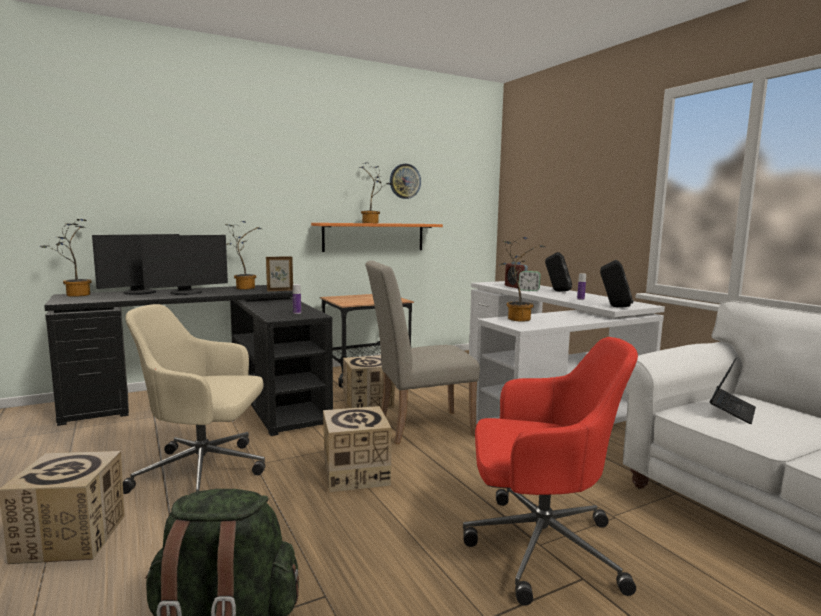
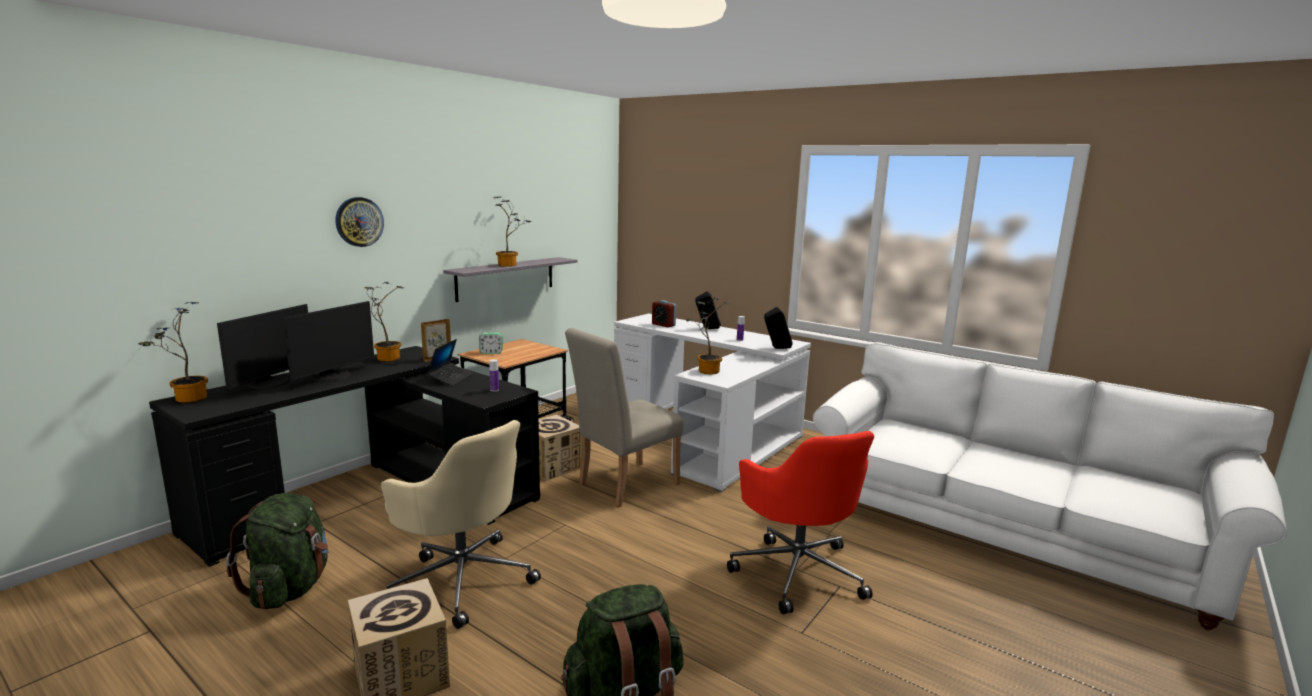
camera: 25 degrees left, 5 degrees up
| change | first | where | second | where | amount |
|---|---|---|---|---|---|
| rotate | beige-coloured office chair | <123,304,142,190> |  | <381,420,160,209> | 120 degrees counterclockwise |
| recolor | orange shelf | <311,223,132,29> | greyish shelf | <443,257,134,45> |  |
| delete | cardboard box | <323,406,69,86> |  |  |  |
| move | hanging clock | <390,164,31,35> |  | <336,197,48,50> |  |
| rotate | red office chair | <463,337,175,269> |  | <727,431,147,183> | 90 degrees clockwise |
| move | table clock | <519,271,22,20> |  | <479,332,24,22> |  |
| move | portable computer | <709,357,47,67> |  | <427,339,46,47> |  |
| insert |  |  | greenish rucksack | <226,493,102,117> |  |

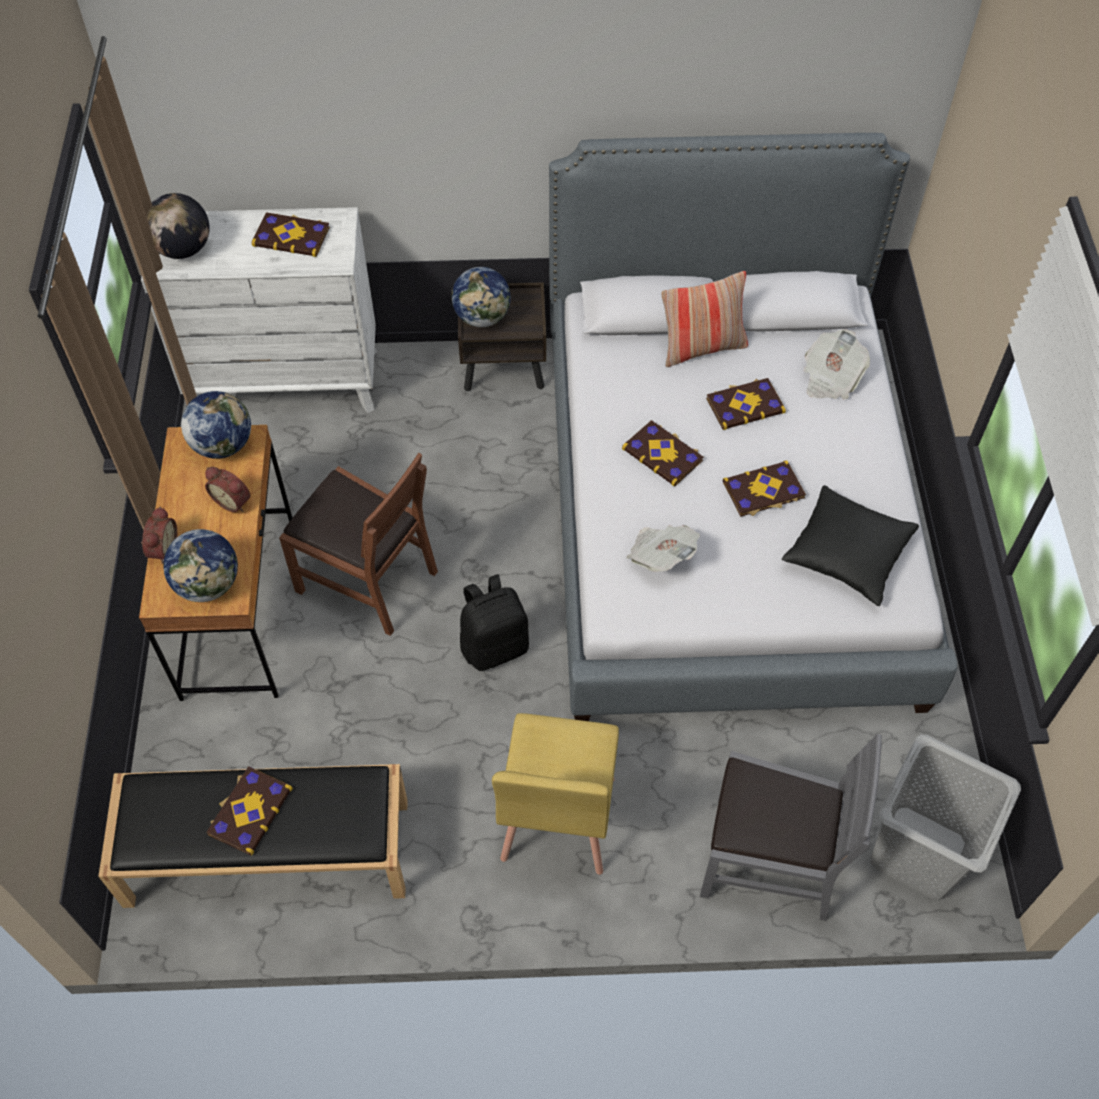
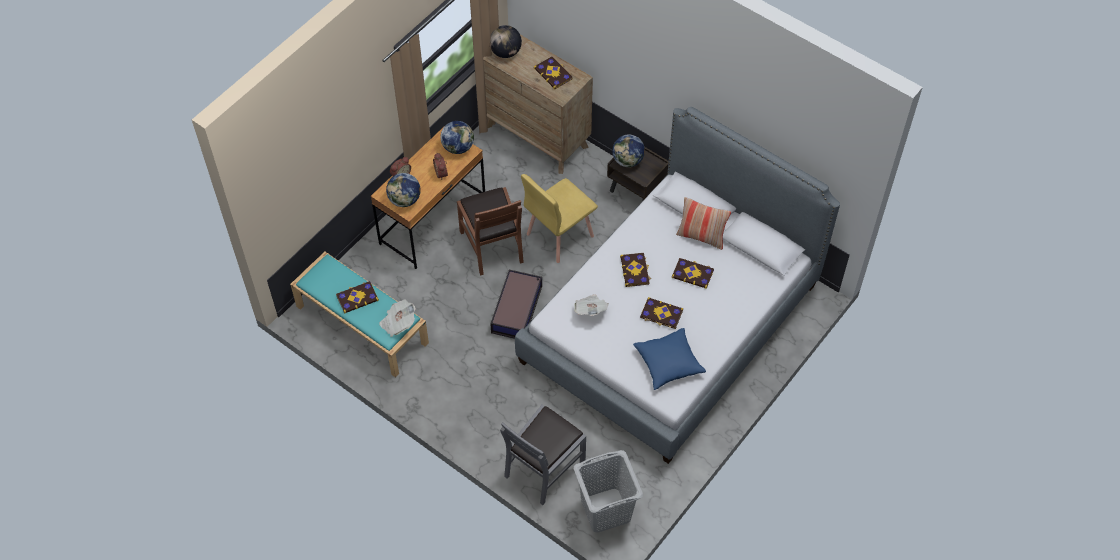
camera: 40 degrees right, 0 degrees up
| change | first | where | second | where | amount |
|---|---|---|---|---|---|
| recolor | black long seat | <98,764,310,144> | turquoise long seat | <290,252,139,126> |  |
| recolor | white drawer chest | <141,207,236,206> | brownish drawer chest | <483,35,110,139> |  |
| replace | black rucksack | <460,574,69,97> | storage container | <490,269,52,70> |  |
| move | yellow-coloured upright chair | <492,713,127,162> |  | <521,174,77,89> |  |
| rotate | greyish upright chair | <700,734,182,187> |  | <500,405,86,100> | 75 degrees clockwise |
| recolor | black throw pillow | <782,485,137,121> | blue throw pillow | <633,328,73,62> |  |
| move | printed paper | <804,329,66,70> |  | <380,299,36,38> |  |

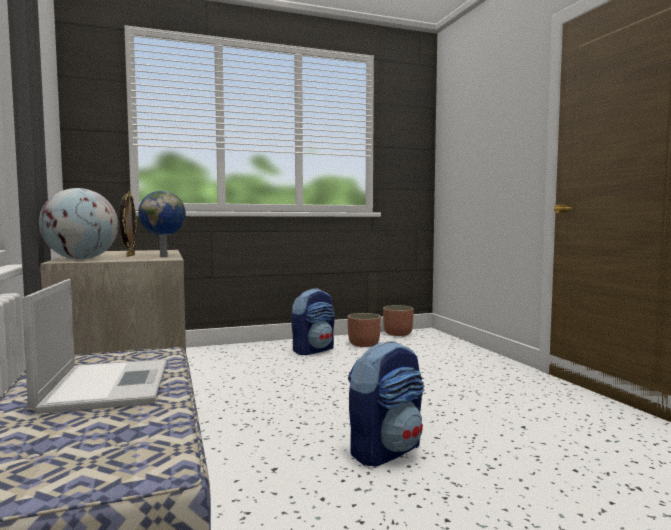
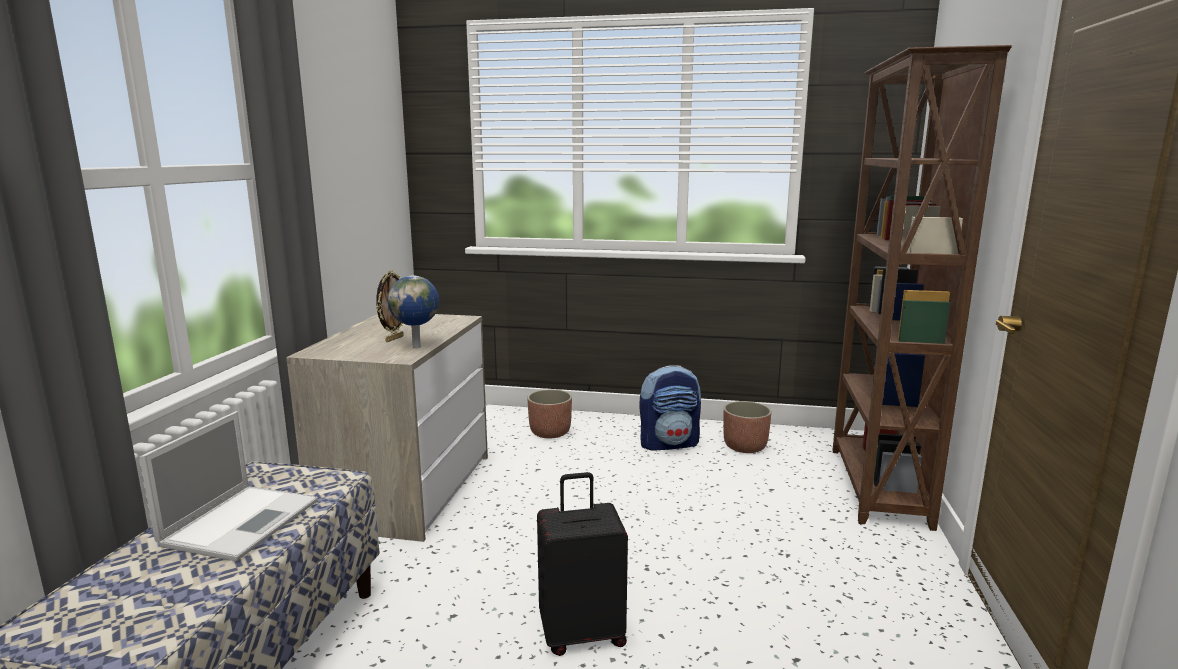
camera: 30 degrees right, 10 degrees up
| change | first | where | second | where | amount |
|---|---|---|---|---|---|
| delete | world globe | <39,188,79,72> |  |  |  |
| replace | rucksack | <348,341,77,125> | black suitcase | <537,472,91,184> |  |
| move | flower pot | <383,305,31,31> |  | <527,389,45,50> |  |
| insert |  |  | brownish shelving unit | <832,45,180,486> |  |

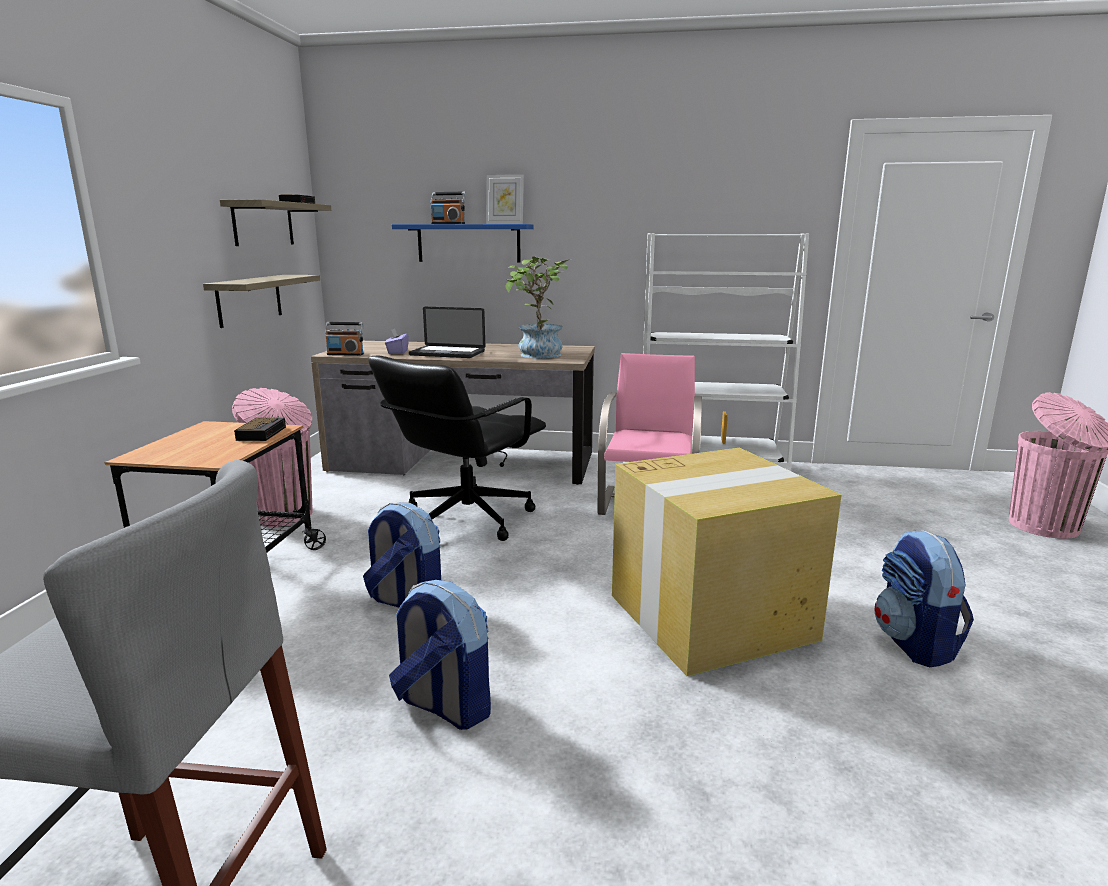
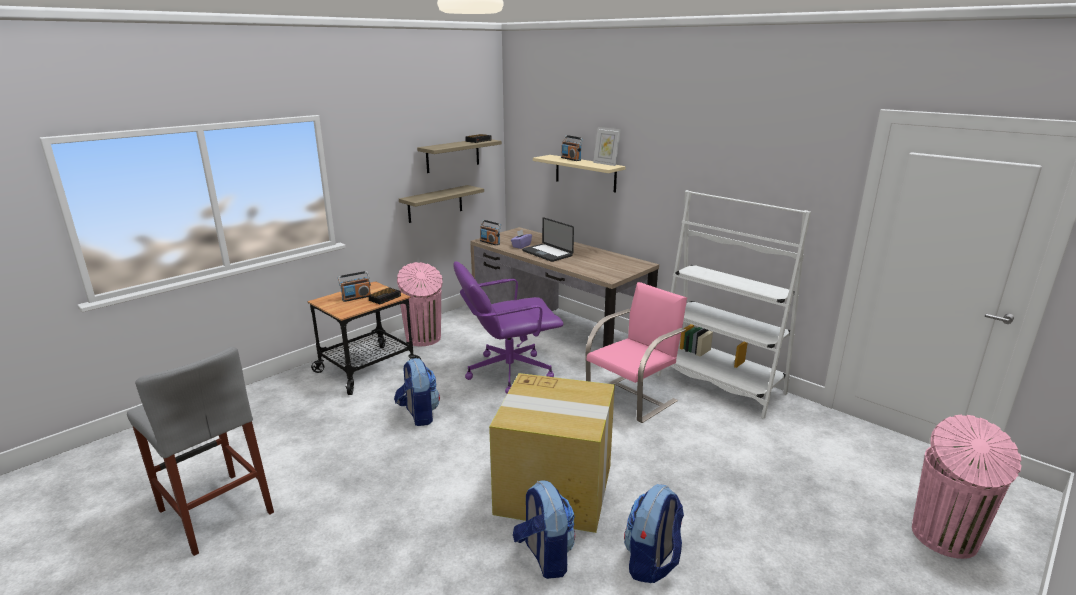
camera: 35 degrees right, 5 degrees up
| change | first | where | second | where | amount |
|---|---|---|---|---|---|
| recolor | black office chair | <368,356,178,185> | purple office chair | <453,261,110,133> |  |
| move | rucksack | <389,580,102,150> |  | <513,480,62,99> |  |
| recolor | blue shelf | <392,224,142,38> | beige-coloured shelf | <533,155,93,38> |  |
| delete | plant in a pot | <505,256,67,103> |  |  |  |
| insert |  |  | radio set | <338,271,33,31> |  |

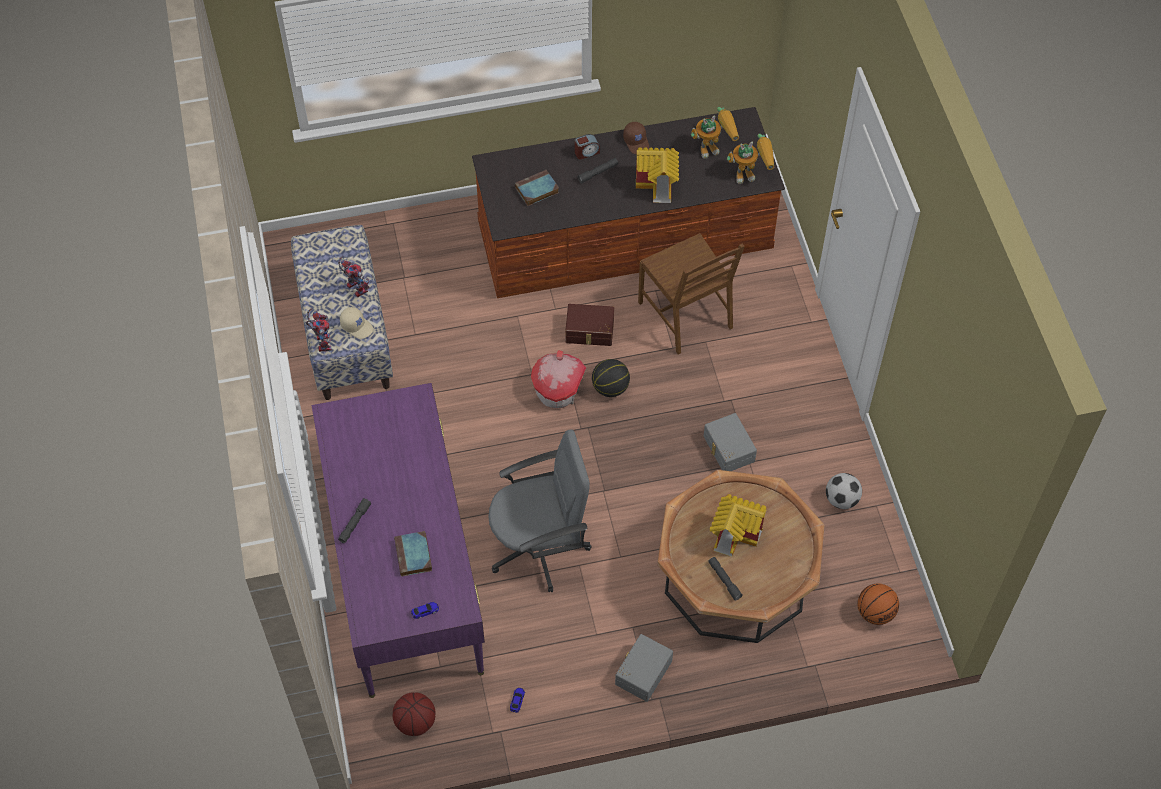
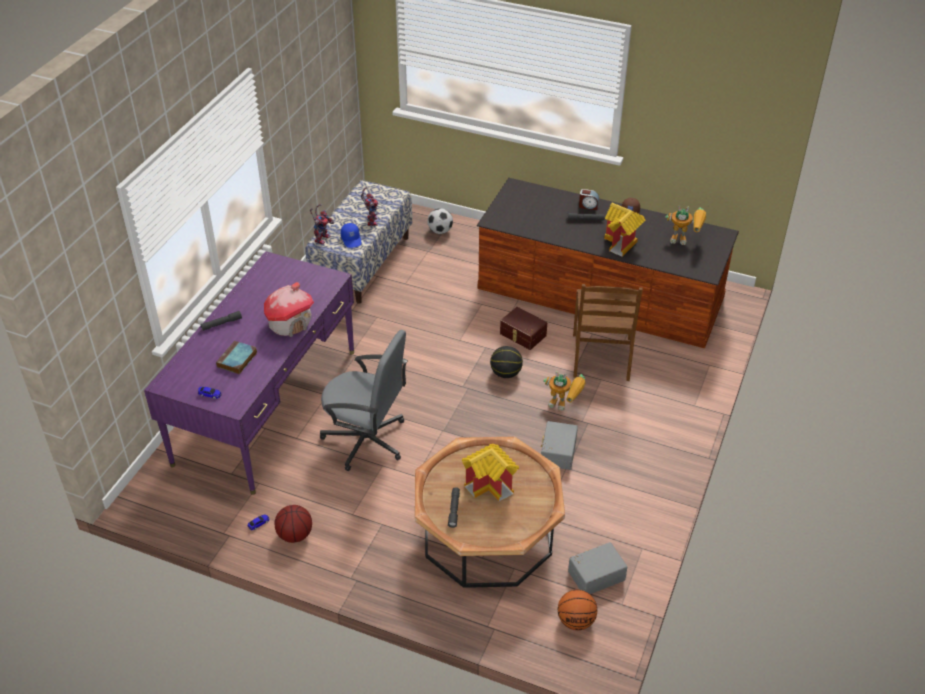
camera: 35 degrees right, 15 degrees down
| change | first | where | second | where | amount |
|---|---|---|---|---|---|
| recolor | beige-coloured peaked cap | <340,307,33,32> | blue peaked cap | <341,223,20,25> |  |
| move | basketball ball | <393,692,42,44> |  | <275,505,37,38> |  |
| delete | book | <515,170,44,36> |  |  |  |
| move | toy house | <531,350,55,58> |  | <264,282,50,55> |  |
| move | greyish storage container | <615,634,58,68> |  | <568,542,59,52> |  |
| move | robot figure | <727,134,47,50> |  | <543,371,43,40> |  |
| move | ball for football | <826,473,36,36> |  | <427,208,26,26> |  |

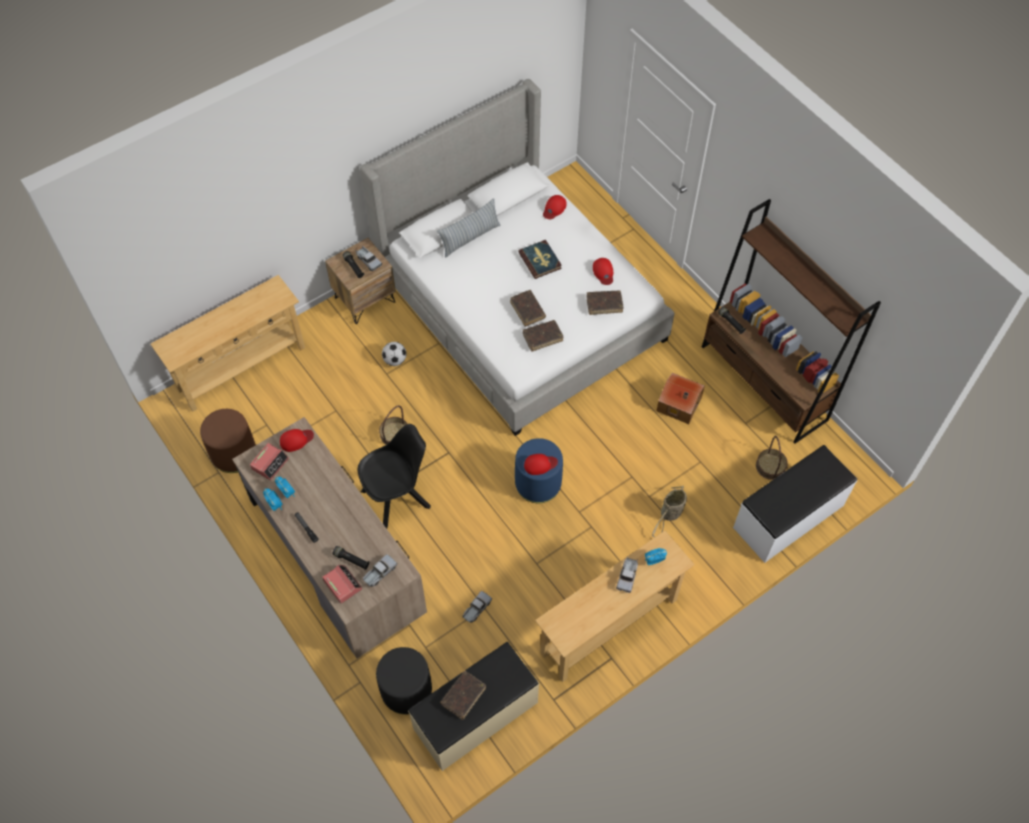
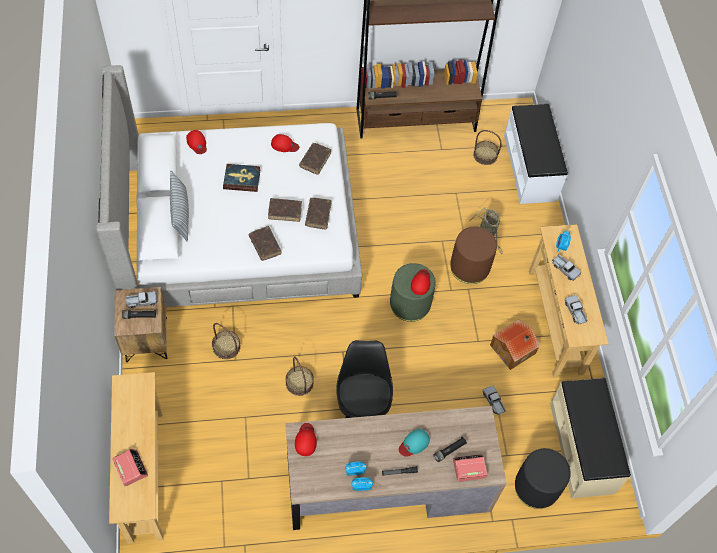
camera: 65 degrees left, 0 degrees up
| change | first | where | second | where | amount |
|---|---|---|---|---|---|
| move | brownish pouffe | <200,409,56,64> |  | <450,226,47,58> |  |
| move | table clock | <250,443,39,38> |  | <112,449,36,37> |  |
| move | model truck | <363,554,34,33> |  | <565,295,23,29> |  |
| replace | ball for football | <382,342,24,24> | basket | <212,323,29,36> |  |
| move | brownish book | <440,671,46,49> |  | <249,226,33,35> |  |
| recolor | blue pouffe | <515,438,48,65> | greenish pouffe | <390,263,46,59> |  |
| move | toy house | <657,373,48,51> |  | <490,320,50,50> |  |
| insert |  |  | turquoise peaked cap | <399,429,31,28> |  |

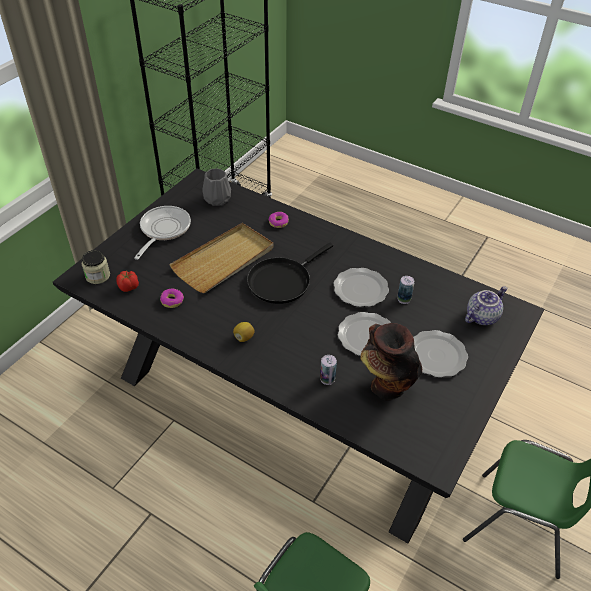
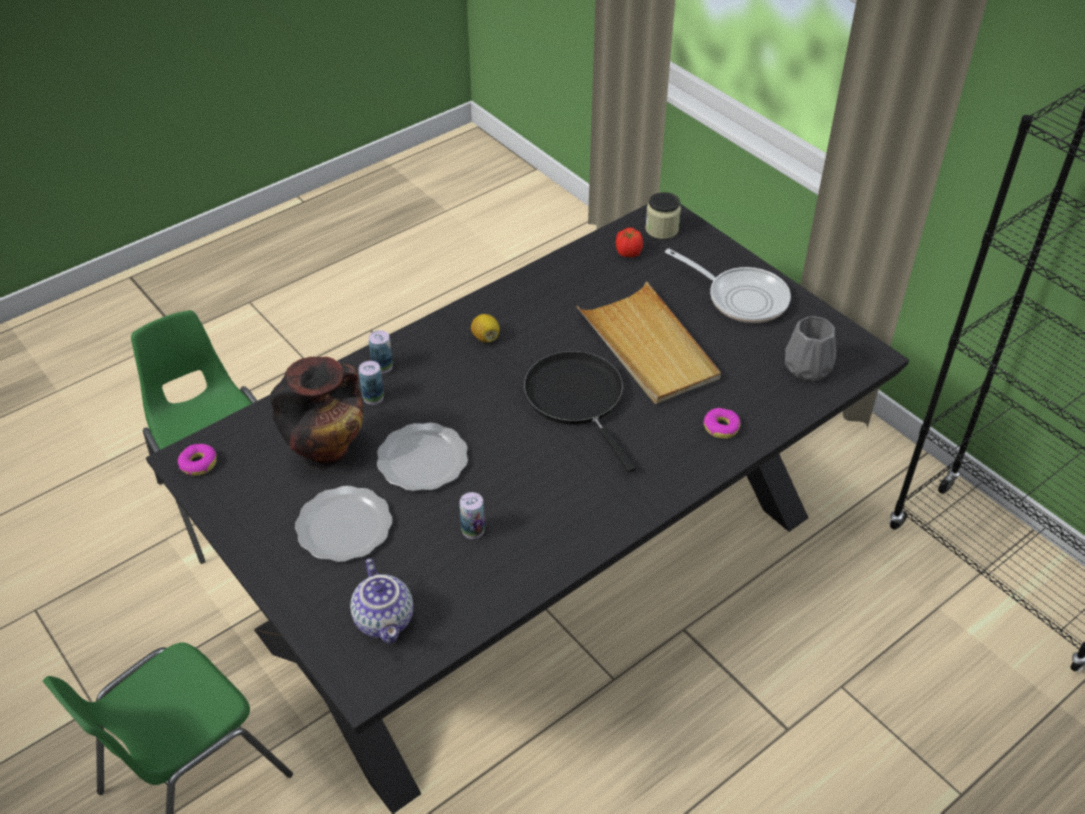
camera: 110 degrees right, 0 degrees up
| change | first | where | second | where | amount |
|---|---|---|---|---|---|
| move | ring doughnut | <160,289,24,19> |  | <178,444,39,32> |  |
| delete | plate | <333,268,56,39> |  |  |  |
| insert |  |  | metal can | <369,330,24,44> |  |

